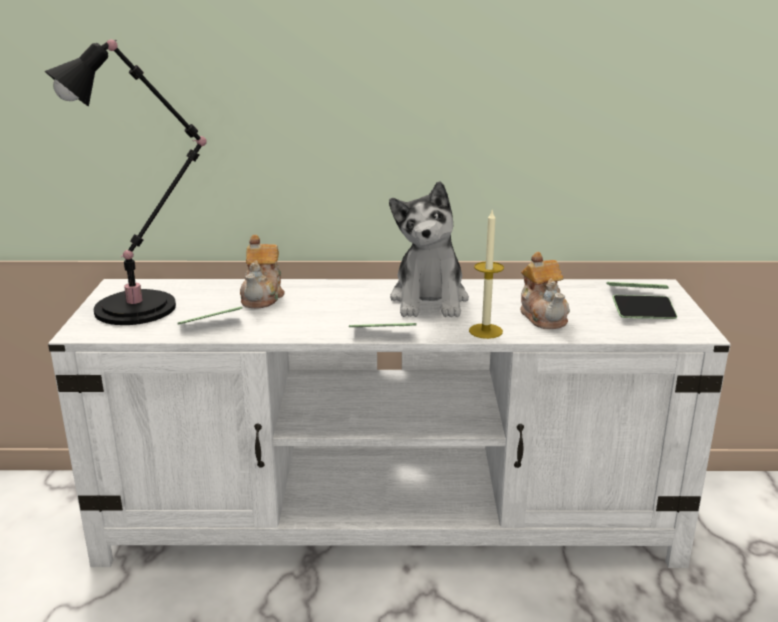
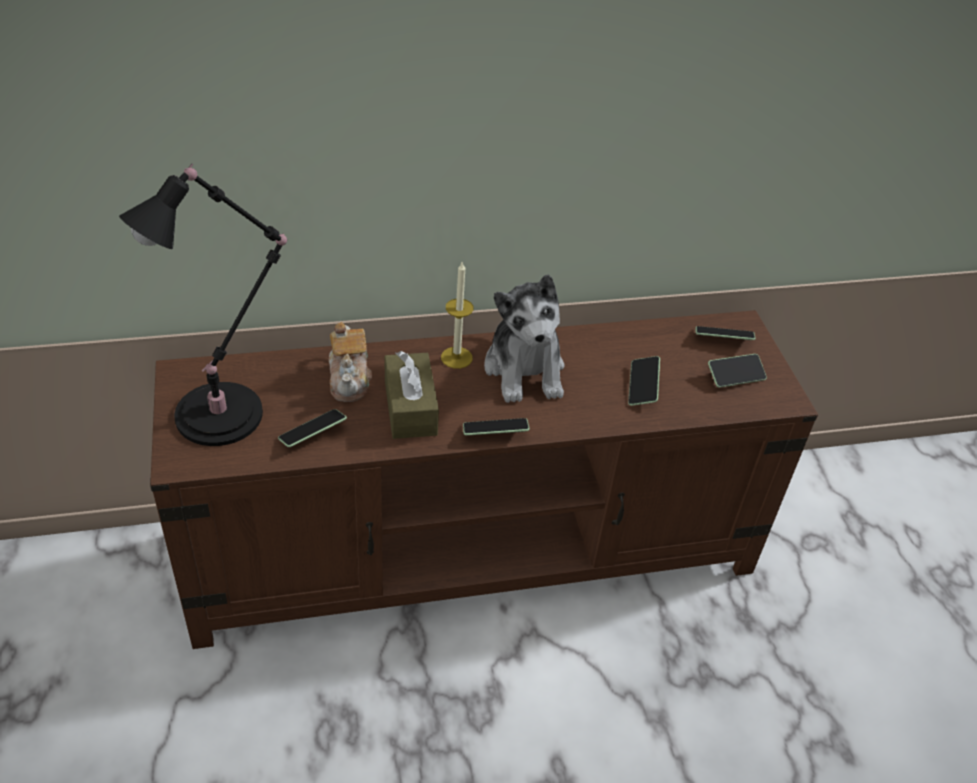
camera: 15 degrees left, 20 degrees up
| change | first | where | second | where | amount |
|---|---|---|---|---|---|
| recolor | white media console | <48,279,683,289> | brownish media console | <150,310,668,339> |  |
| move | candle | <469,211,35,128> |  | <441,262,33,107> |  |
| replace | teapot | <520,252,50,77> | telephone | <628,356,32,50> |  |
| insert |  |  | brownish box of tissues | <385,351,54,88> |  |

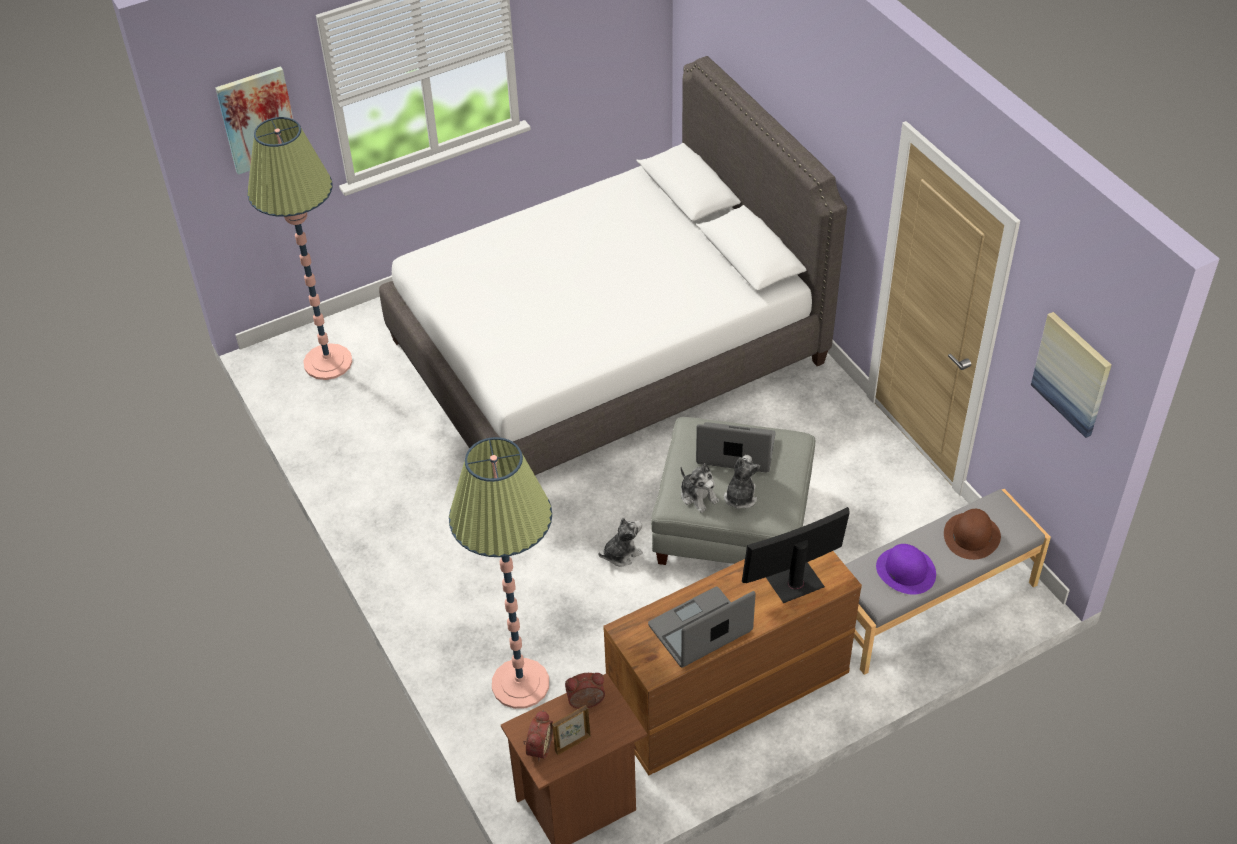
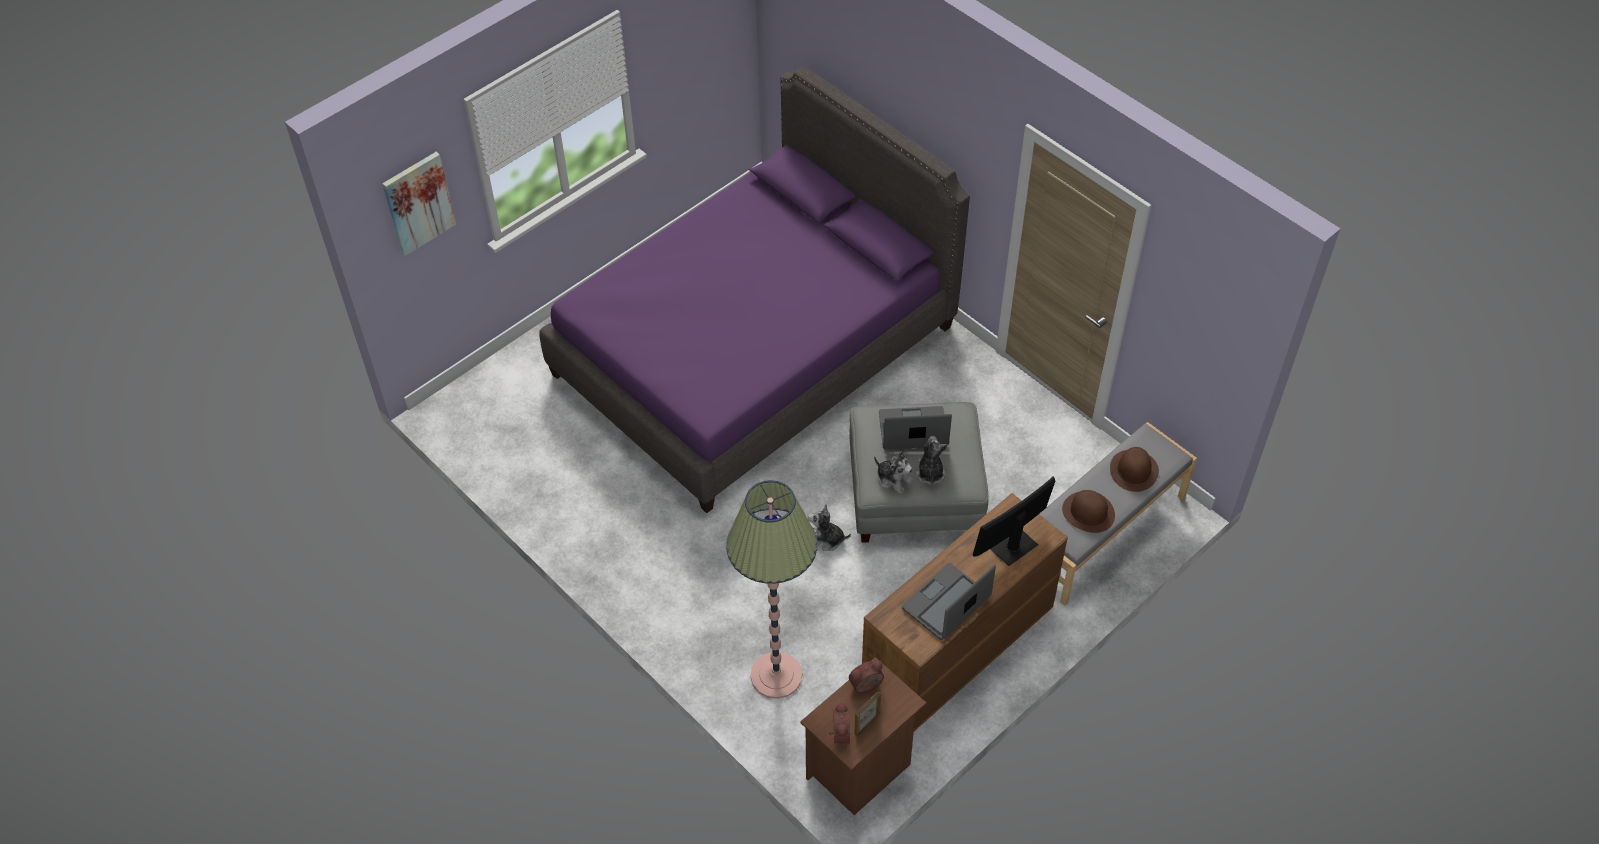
camera: 15 degrees left, 5 degrees up
| change | first | where | second | where | amount |
|---|---|---|---|---|---|
| delete | floor lamp | <247,117,106,263> |  |  |  |
| recolor | white sleeping bed | <379,56,468,419> | purple sleeping bed | <539,66,431,447> |  |
| rotate | soft toy | <599,517,44,49> |  | <808,505,43,46> | 120 degrees counterclockwise |
| recolor | purple wearable hat | <876,544,60,51> | brownish wearable hat | <1062,490,53,43> |  |
| delete | wall art | <1031,312,80,126> |  |  |  |

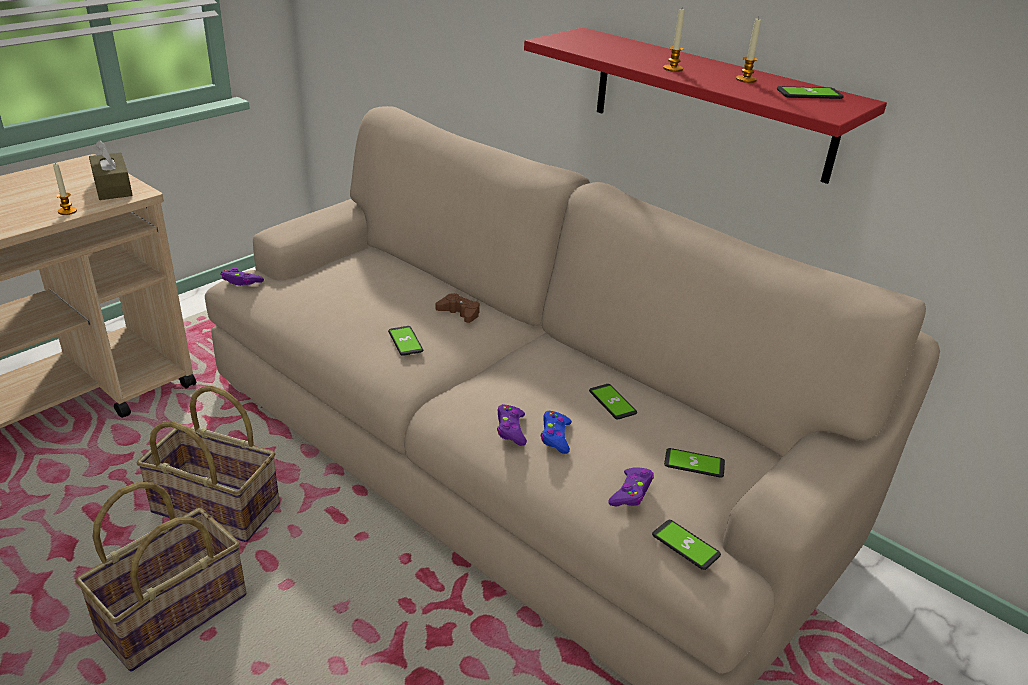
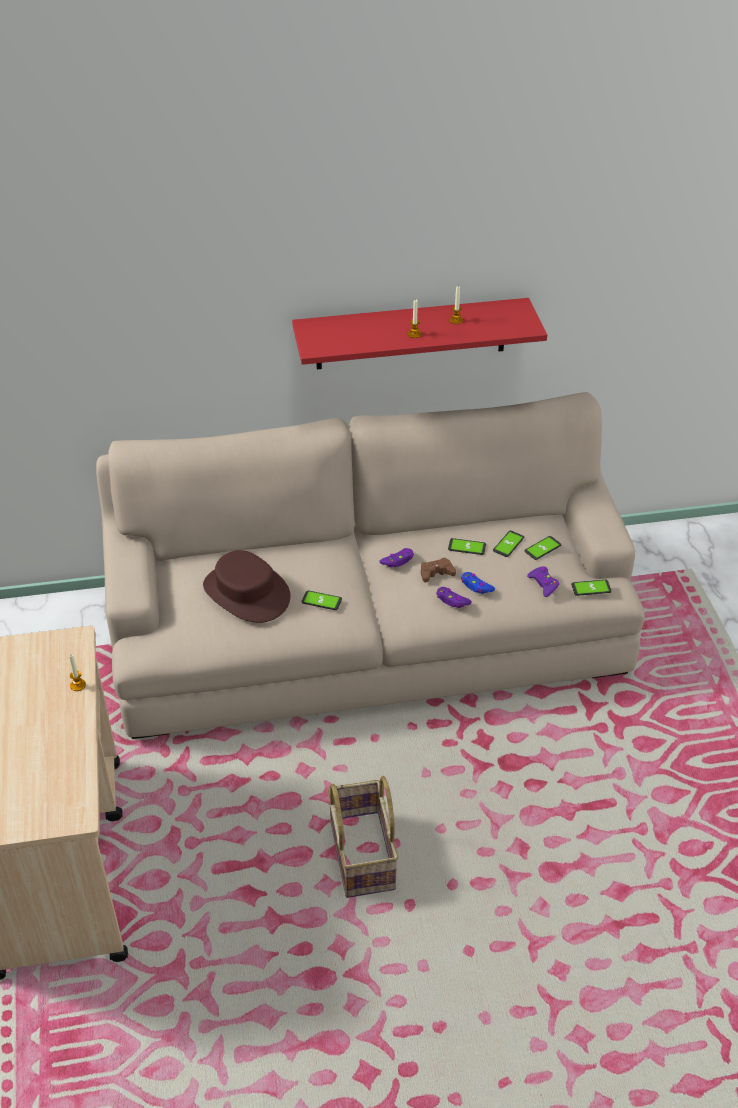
camera: 50 degrees left, 10 degrees up
| change | first | where | second | where | amount |
|---|---|---|---|---|---|
| delete | brownish box of tissues | <89,140,43,60> |  |  |  |
| delete | basket | <137,386,143,156> |  |  |  |
| move | purple gamepad | <220,268,44,18> |  | <379,548,35,20> |  |
| move | brownish gamepad | <436,293,44,30> |  | <421,558,35,24> |  |
| move | telephone | <777,86,67,13> |  | <493,531,31,26> |  |
| insert |  |  | brownish wearable hat | <203,550,88,73> |  |

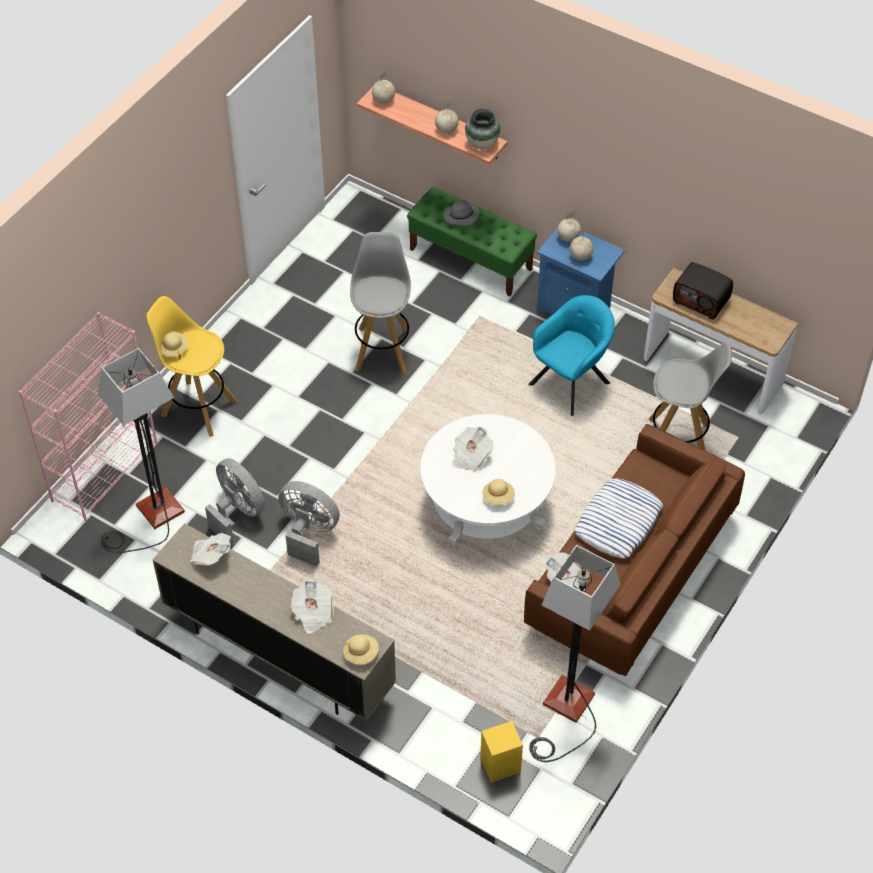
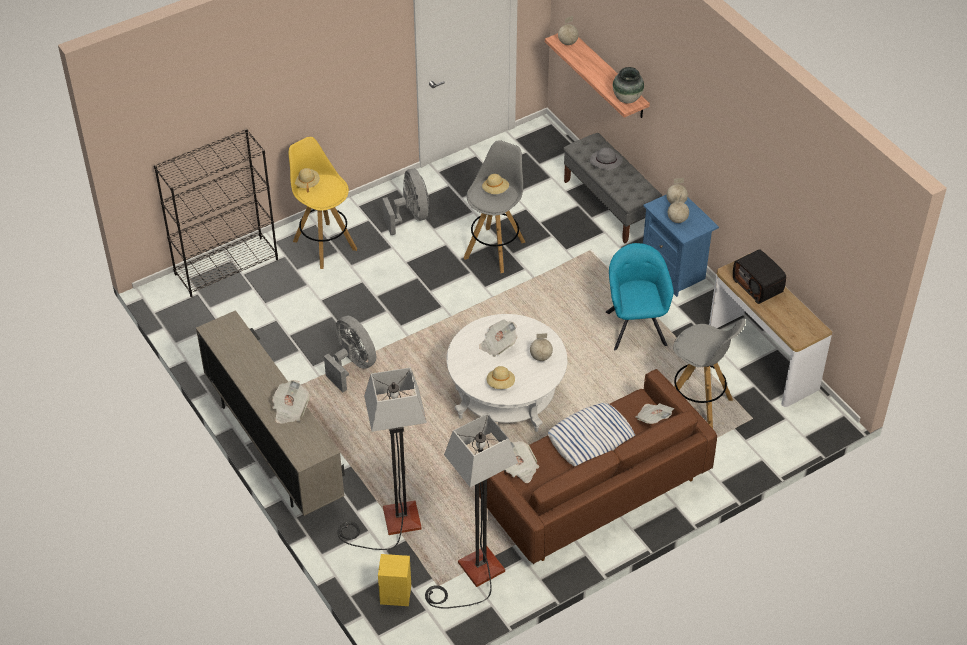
camera: 25 degrees right, 5 degrees down
| change | first | where | second | where | amount |
|---|---|---|---|---|---|
| recolor | pink-coloured shelving unit | <19,312,138,209> | black shelving unit | <154,129,124,168> |  |
| move | floor lamp | <98,348,87,205> |  | <338,368,89,182> |  |
| move | printed paper | <190,533,41,33> |  | <635,403,39,21> |  |
| move | greyish fan | <205,458,60,87> |  | <382,169,47,66> |  |
| move | beige-coloured wearable hat | <343,634,36,30> |  | <482,174,27,20> |  |
| recolor | greenish long seat | <407,187,130,109> | greyish long seat | <563,133,99,110> |  |
| move | world globe | <435,101,24,32> |  | <530,333,23,28> |  |
| rotate | turquoise lounge chair | <528,295,87,121> |  | <606,243,68,107> | 75 degrees counterclockwise |

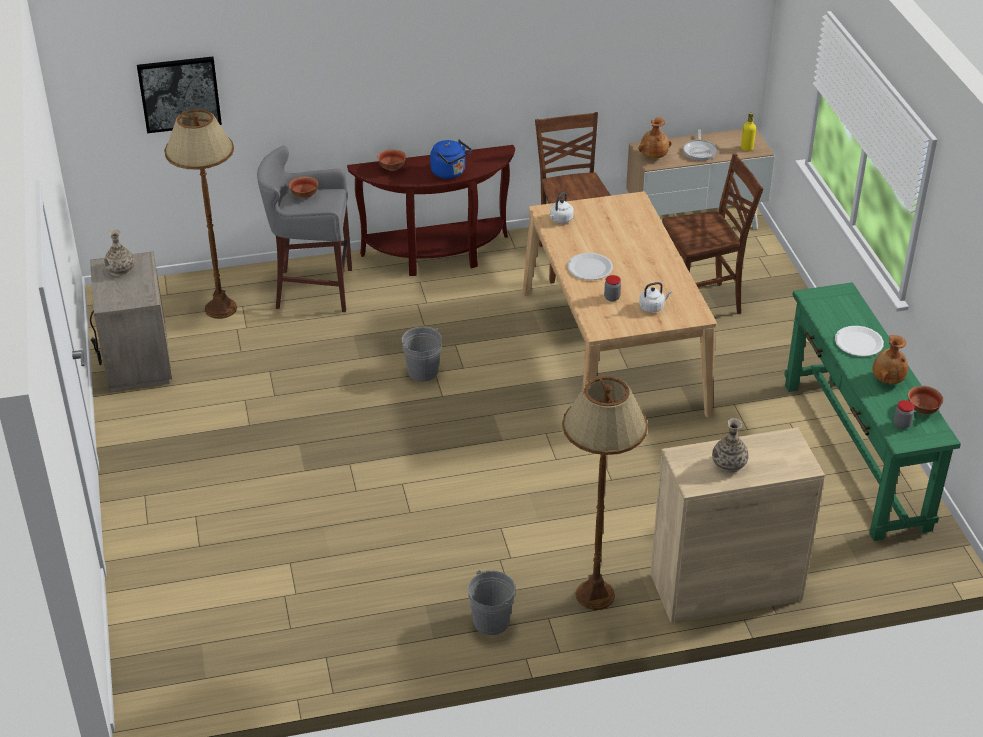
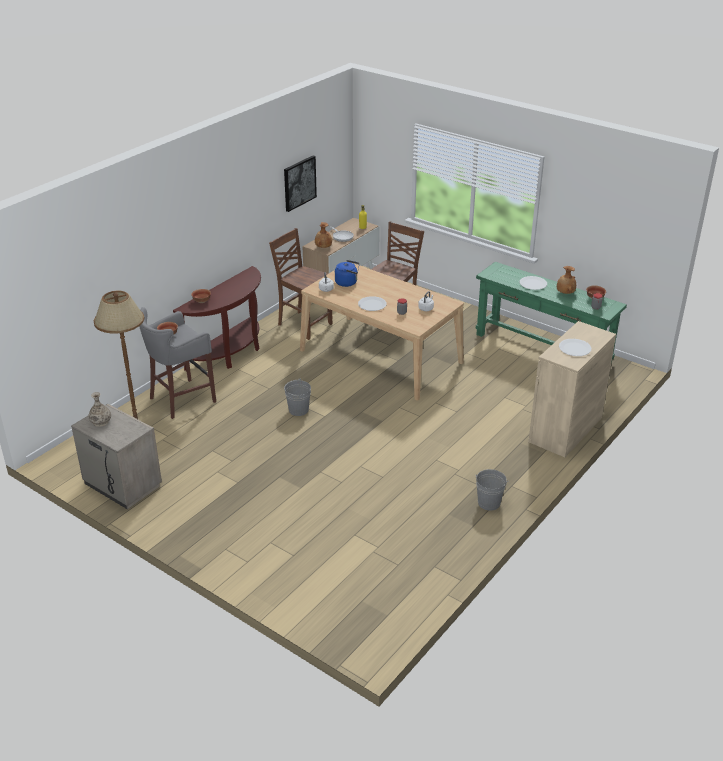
camera: 40 degrees left, 5 degrees down
| change | first | where | second | where | amount |
|---|---|---|---|---|---|
| move | wall art | <137,57,85,76> |  | <284,155,33,57> |  |
| move | blue water kettle | <430,139,42,40> |  | <335,260,24,27> |  |
| delete | brownish floor lamp | <562,376,86,234> |  |  |  |
| replace | flower vase | <712,418,37,55> | white plate | <559,339,32,17> |  |

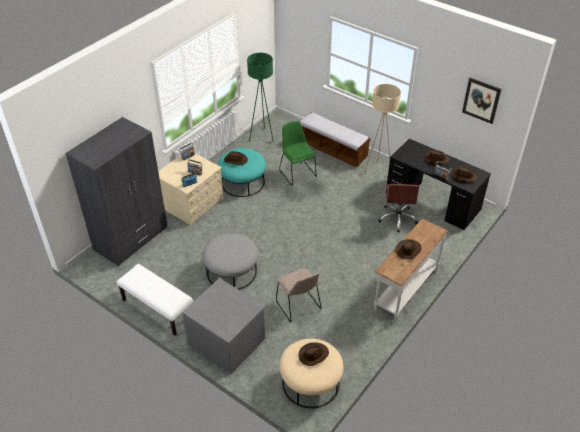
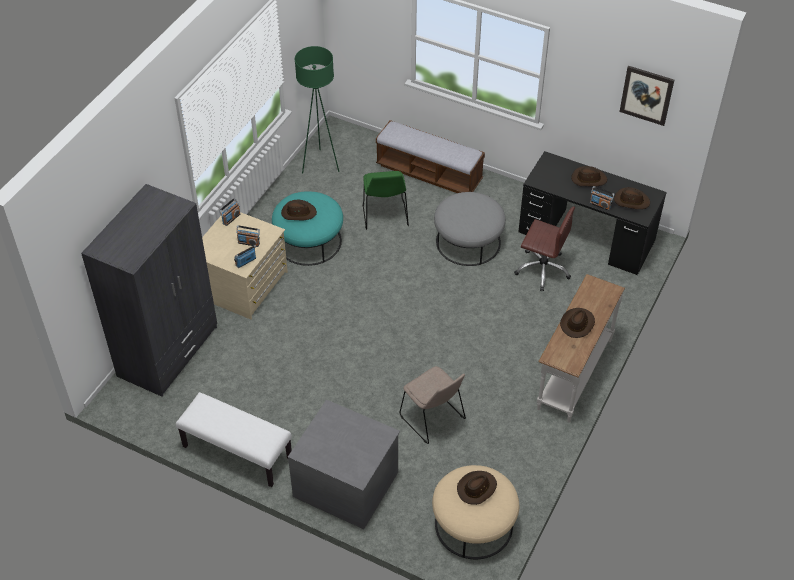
camera: 10 degrees left, 5 degrees up
| change | first | where | second | where | amount |
|---|---|---|---|---|---|
| move | greyish pouffe | <203,233,55,57> |  | <434,192,72,74> |  |
| rotate | greenish upright chair | <279,121,38,64> |  | <363,171,46,59> | 150 degrees counterclockwise |
| delete | beige-coloured floor lamp | <364,84,37,90> |  |  |  |
| rotate | brownish office chair | <378,184,41,49> |  | <514,207,61,84> | 60 degrees counterclockwise |

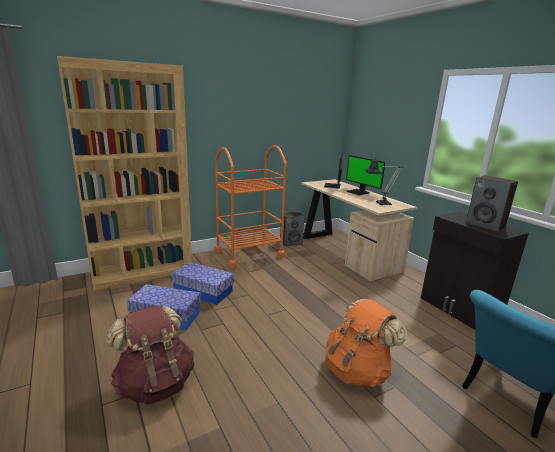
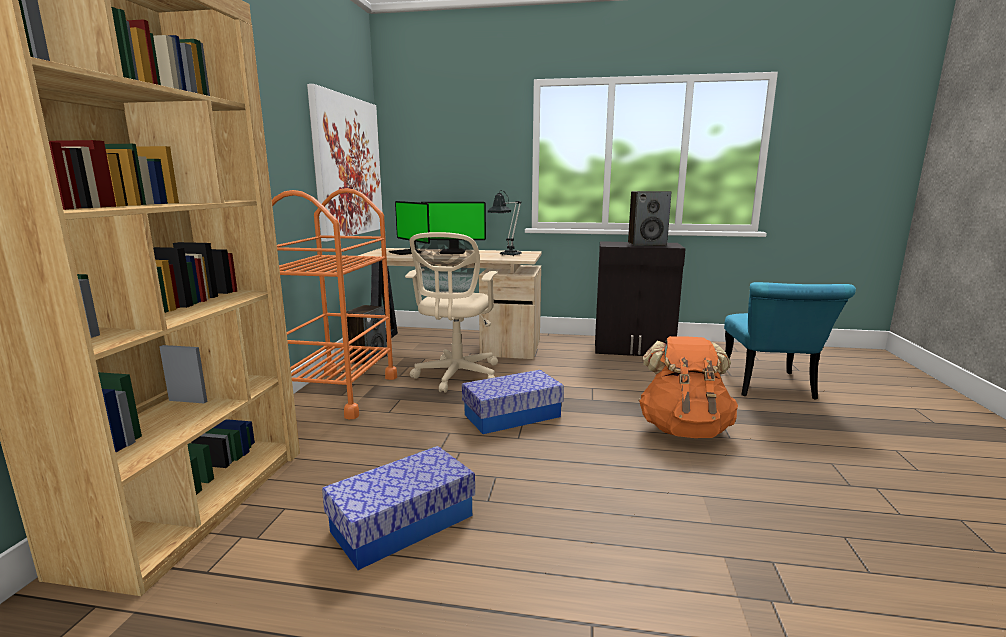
camera: 50 degrees left, 5 degrees down
| change | first | where | second | where | amount |
|---|---|---|---|---|---|
| delete | brownish rucksack | <106,305,88,99> |  |  |  |
| move | storage container | <171,262,63,43> |  | <462,370,102,64> |  |
| insert |  |  | wall art | <307,84,76,158> |  |
| insert |  |  | beige-coloured office chair | <405,232,93,161> |  |

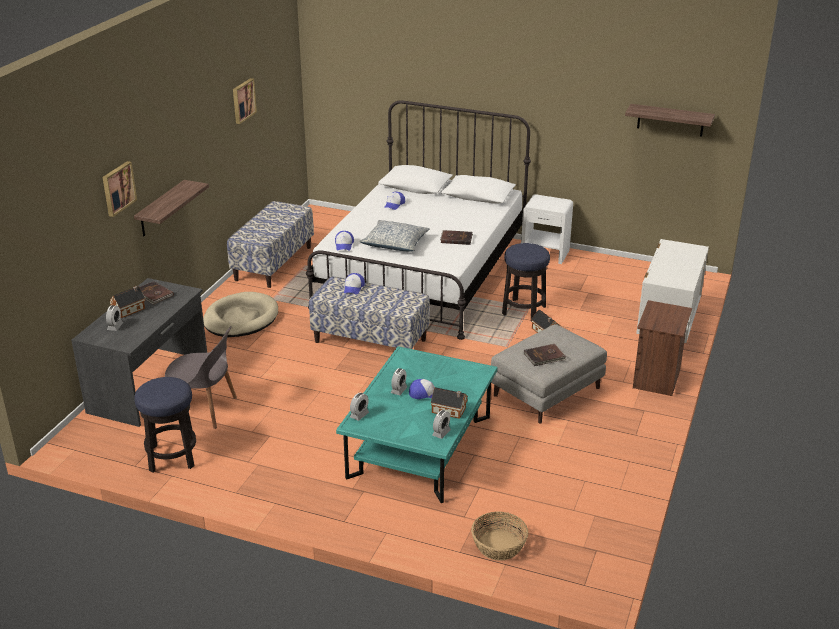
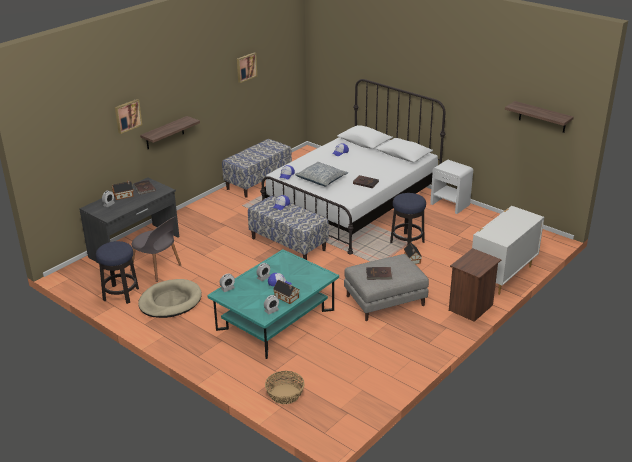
camera: 20 degrees right, 0 degrees up
| change | first | where | second | where | amount |
|---|---|---|---|---|---|
| move | beige-coloured dog bed | <203,292,75,45> |  | <138,279,64,39> |  |

